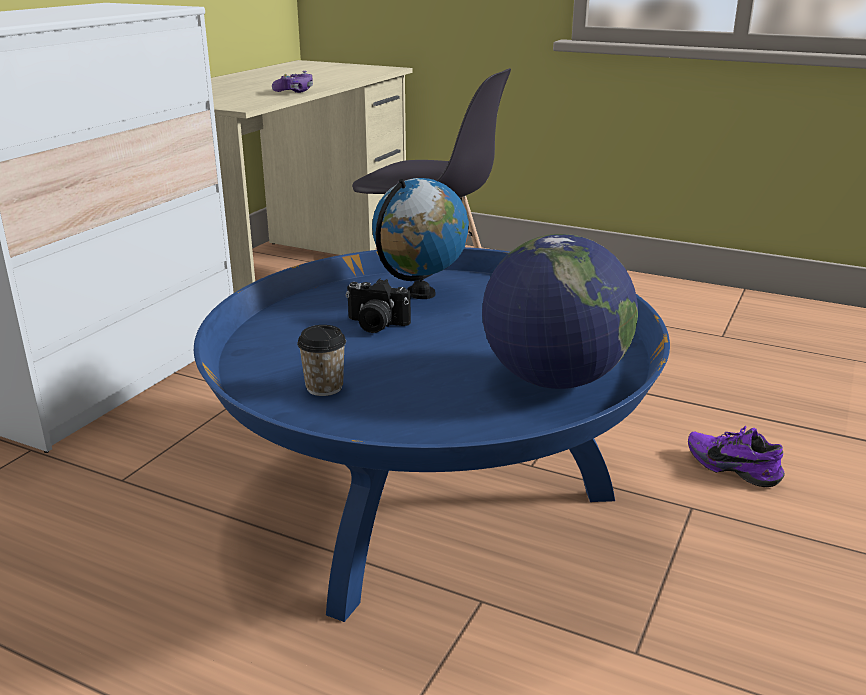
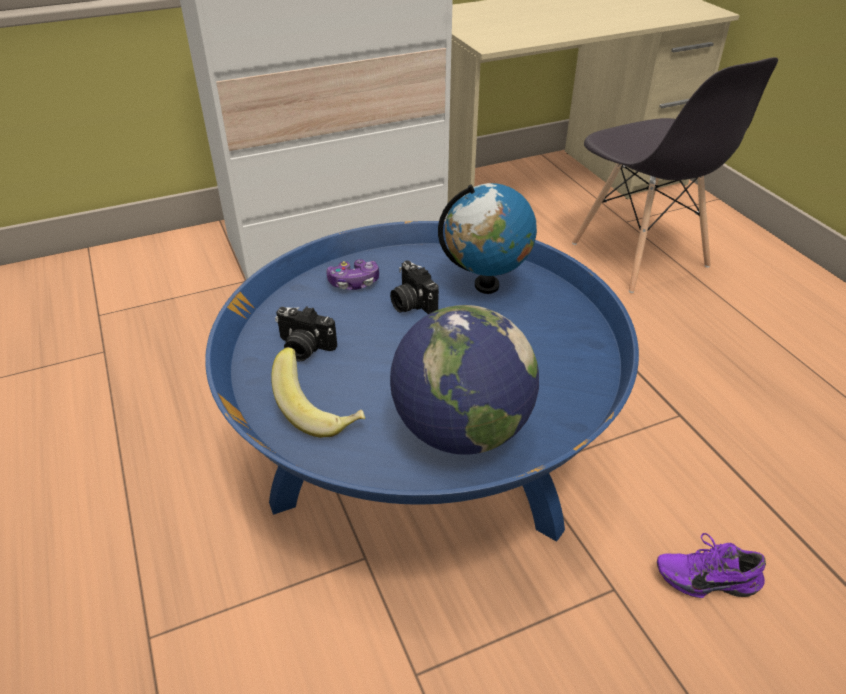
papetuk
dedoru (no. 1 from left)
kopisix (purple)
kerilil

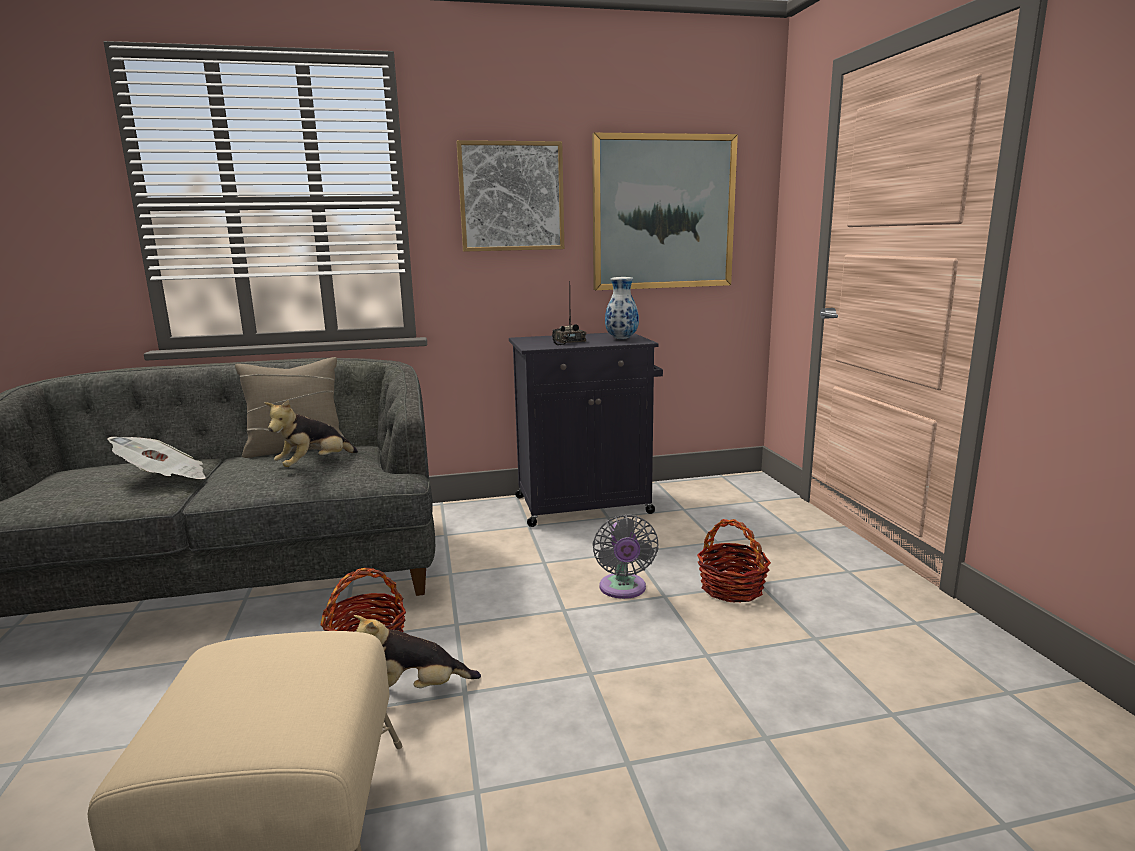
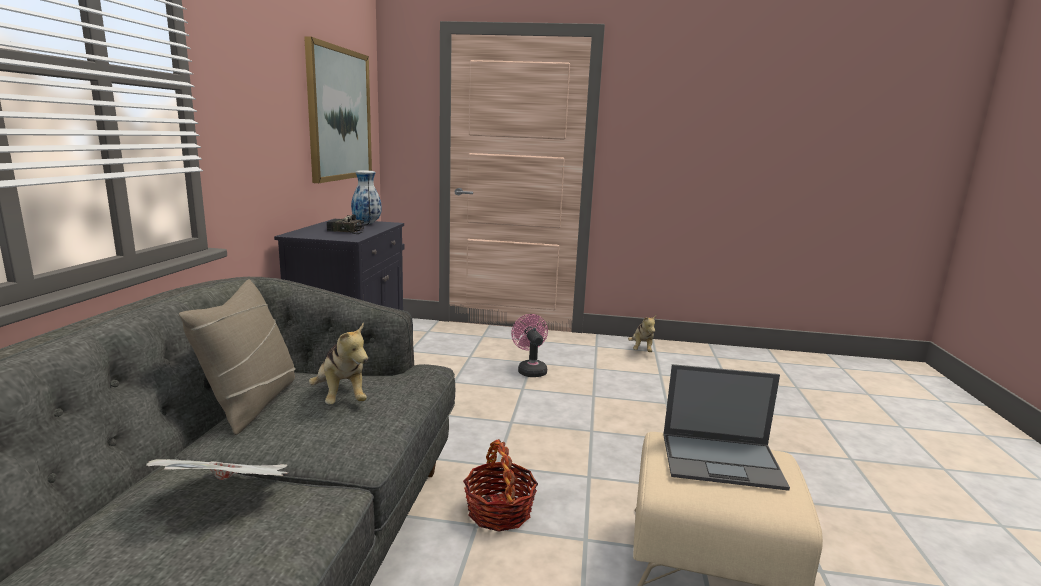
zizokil (no. 2 from left)
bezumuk (no. 1 from left in the first image)
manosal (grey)
manosal (pink)
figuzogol

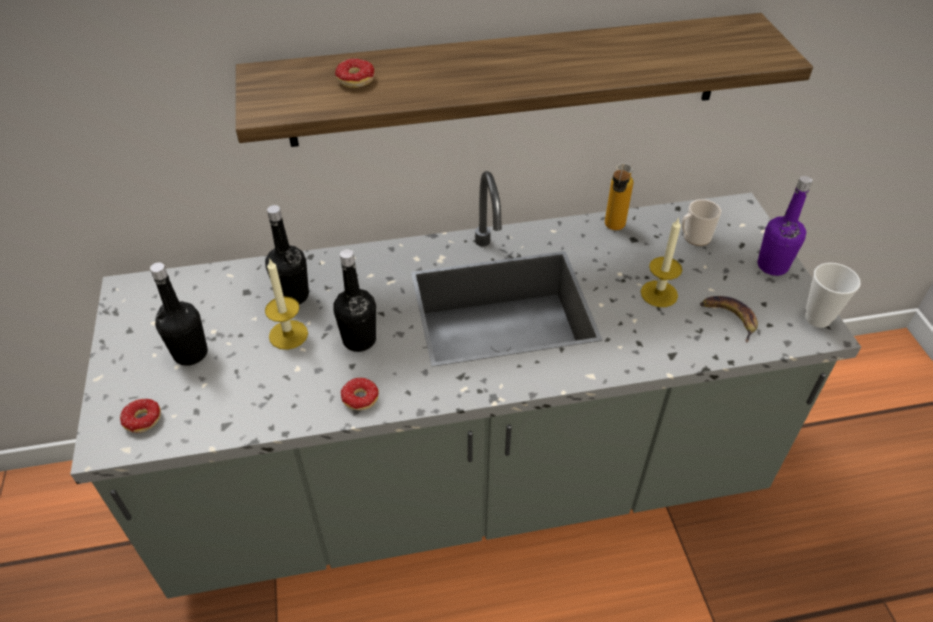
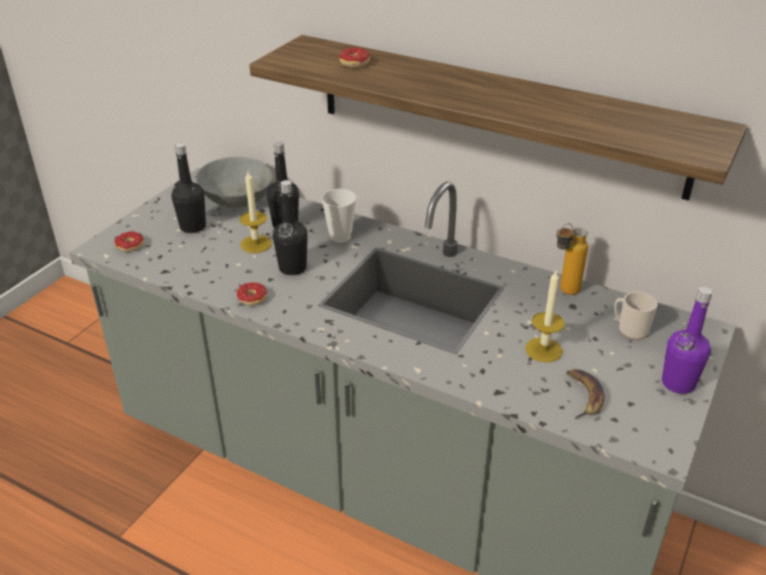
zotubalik
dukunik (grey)

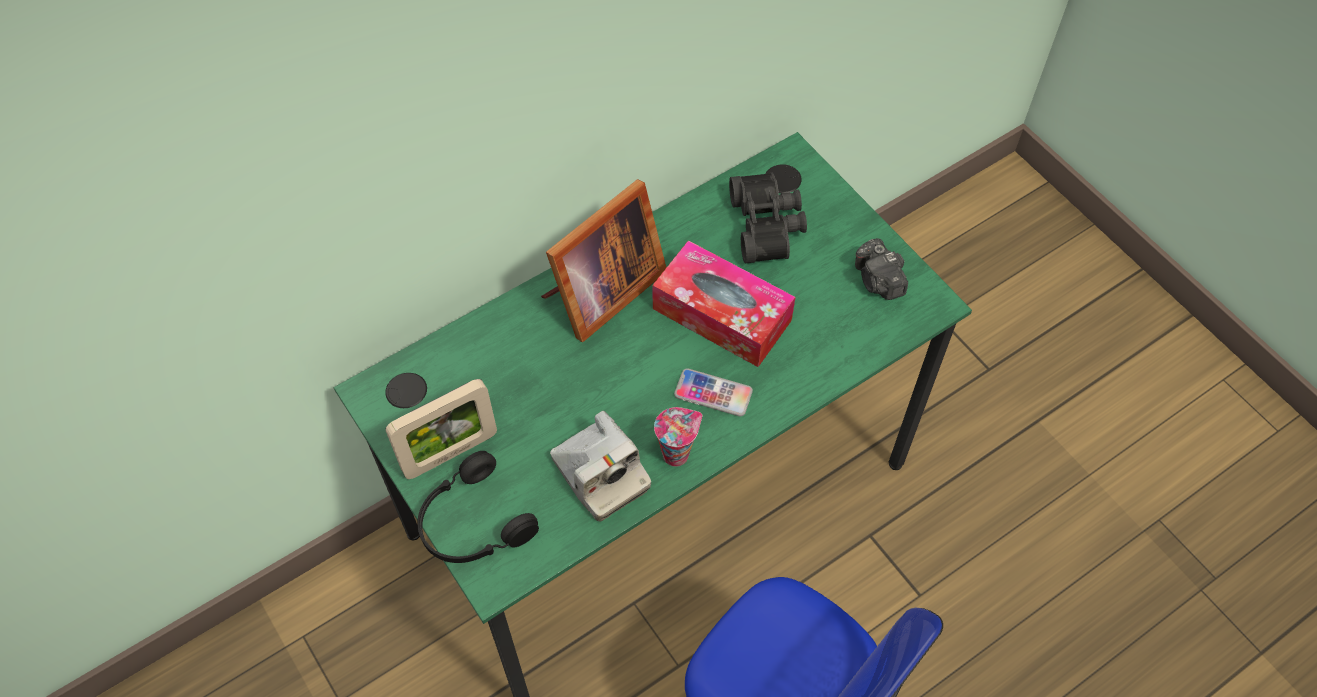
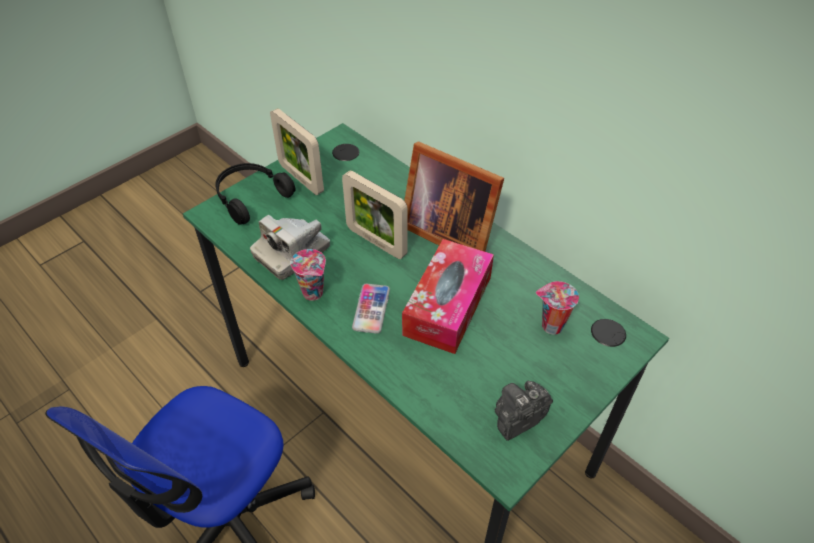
zotubalik (no. 2 from left)
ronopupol (no. 2 from left)

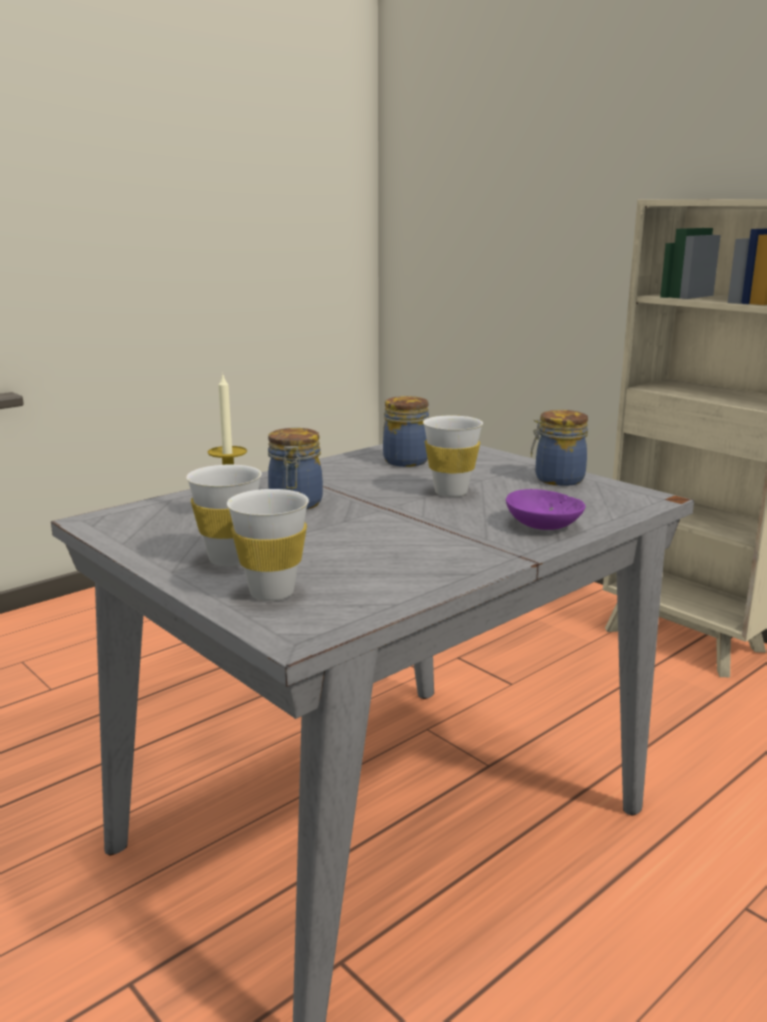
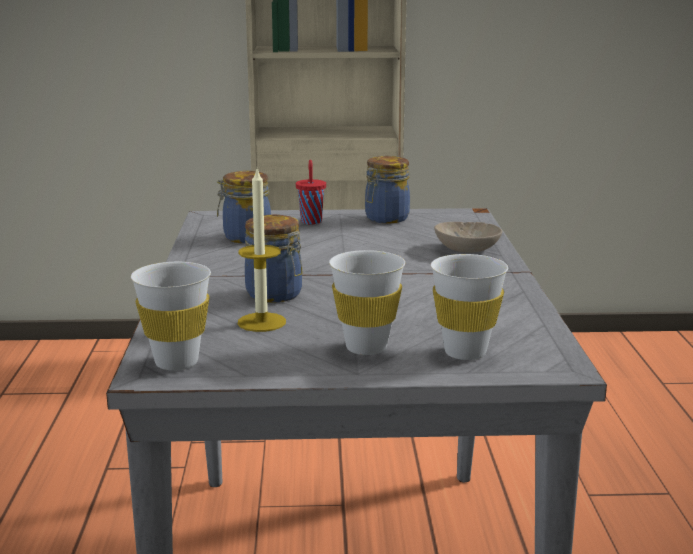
zotubalik (white) (no. 1 from left)
dukunik (beige)
zotubalik (red)

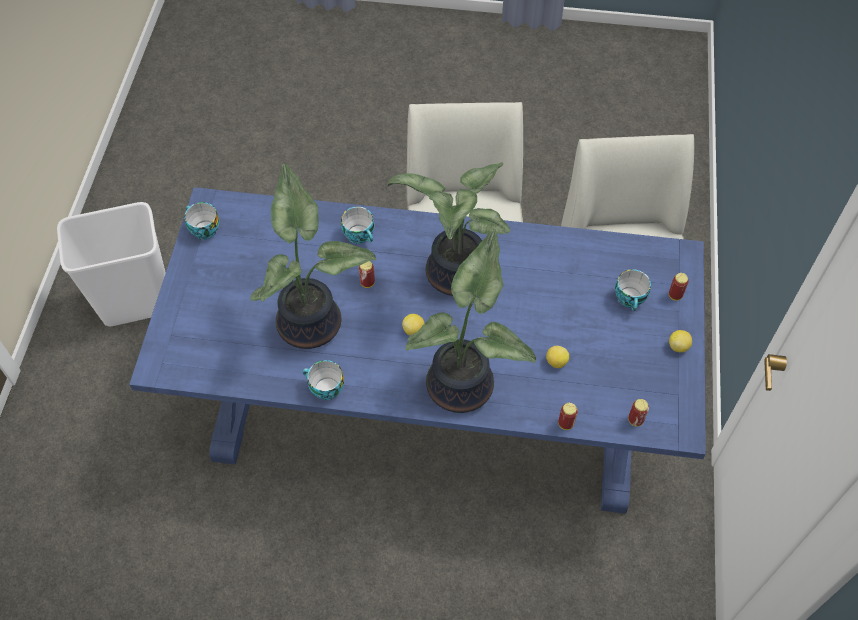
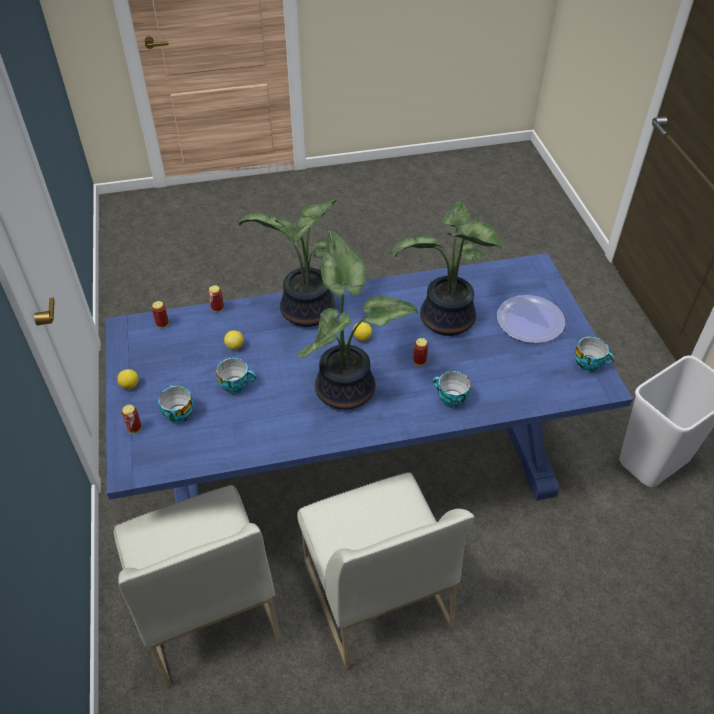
zotubalik (no. 2 from left)
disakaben

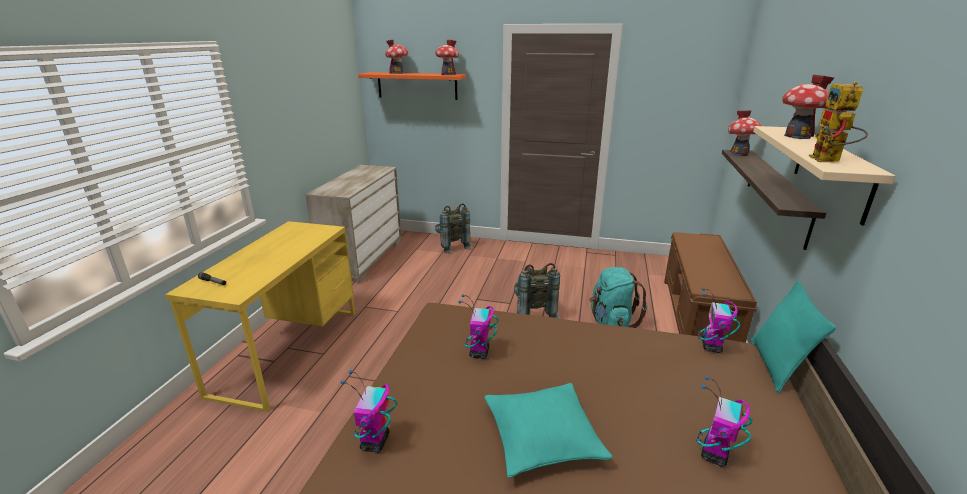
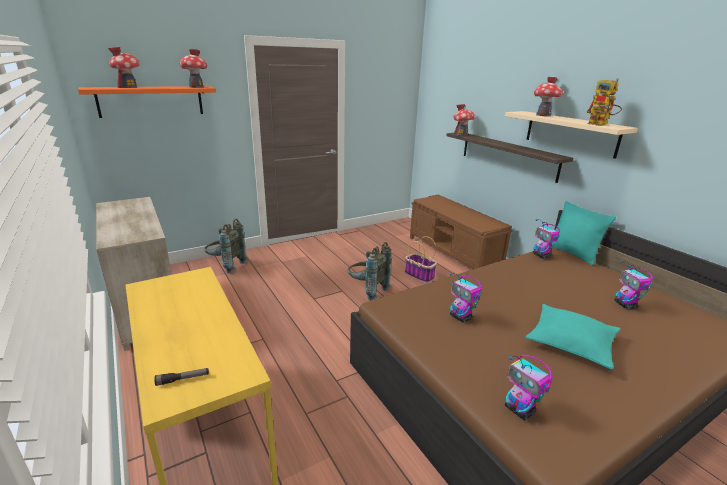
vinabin

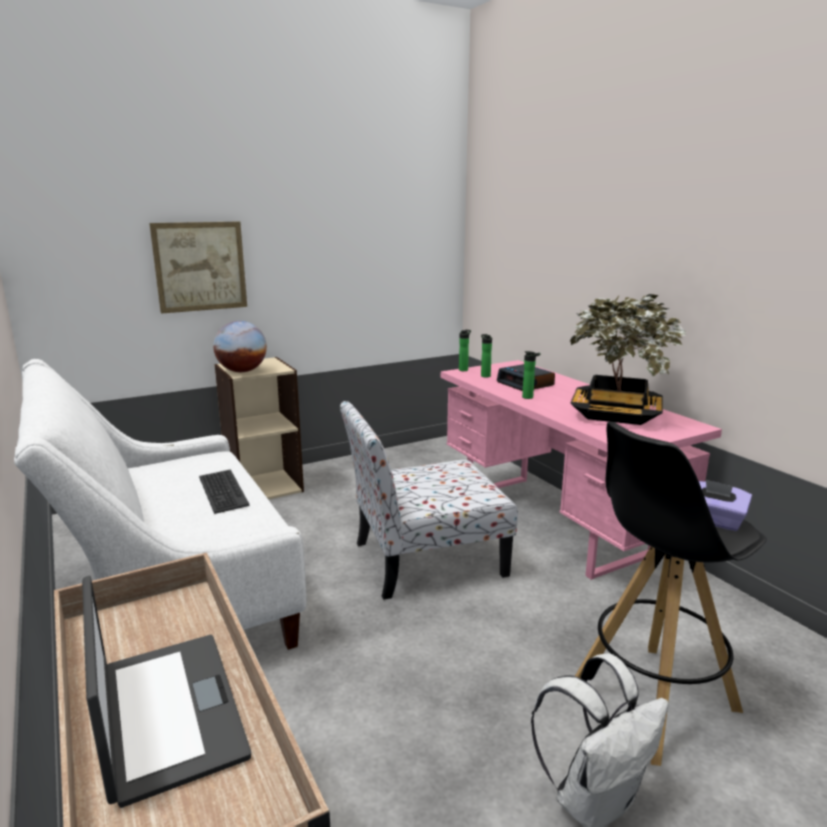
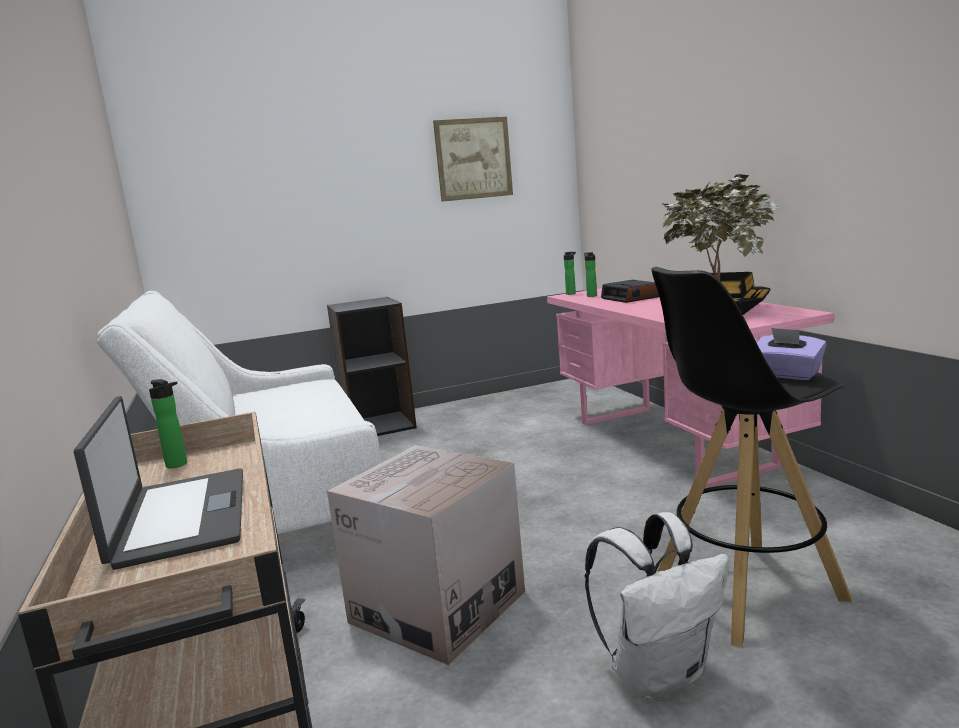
bezumuk
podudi
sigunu
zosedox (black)
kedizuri
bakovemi (no. 1 from left)
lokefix

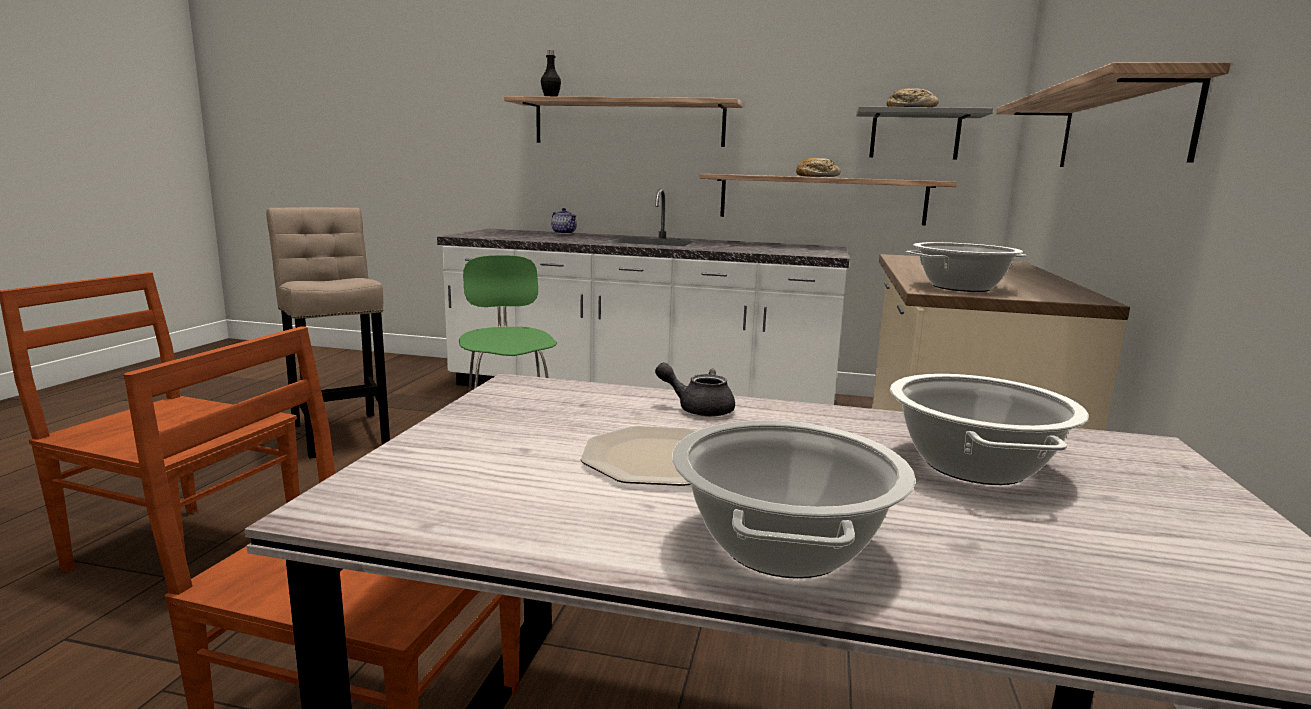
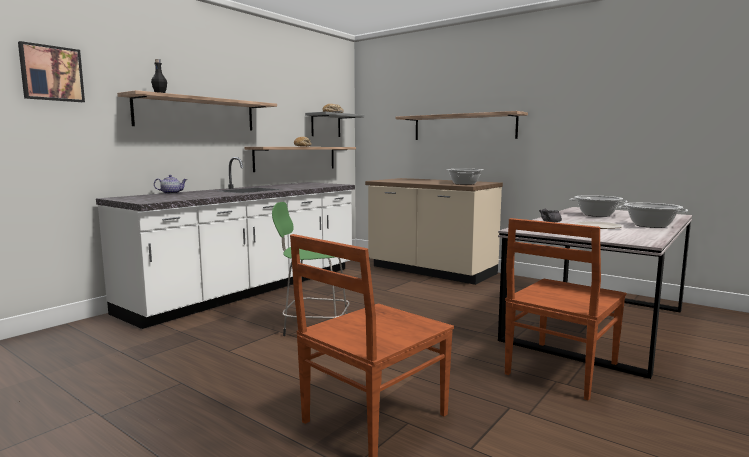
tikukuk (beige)
bezumuk

